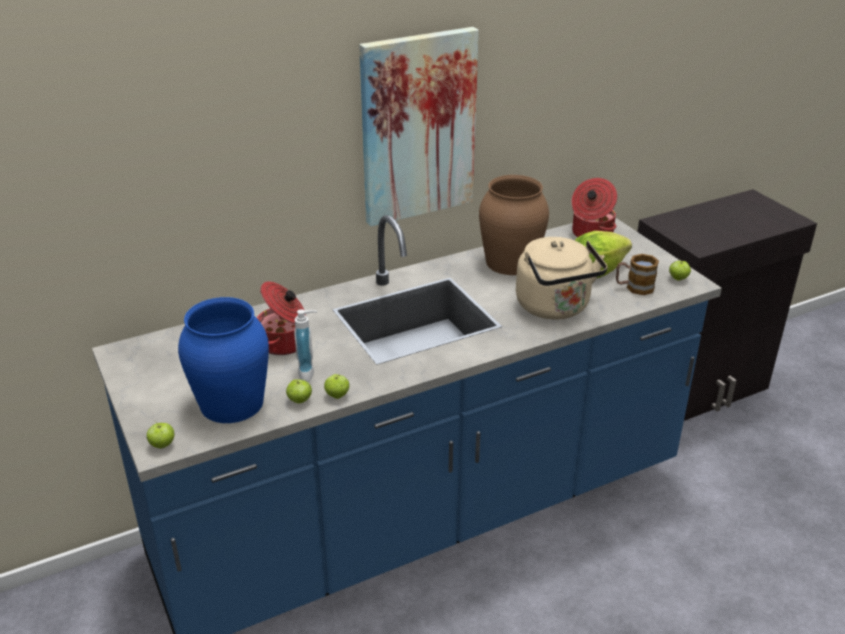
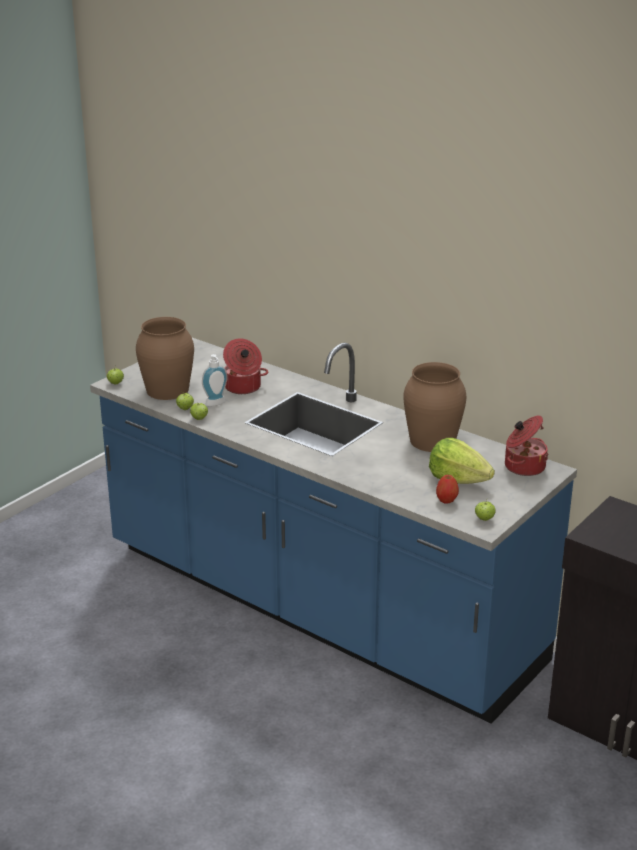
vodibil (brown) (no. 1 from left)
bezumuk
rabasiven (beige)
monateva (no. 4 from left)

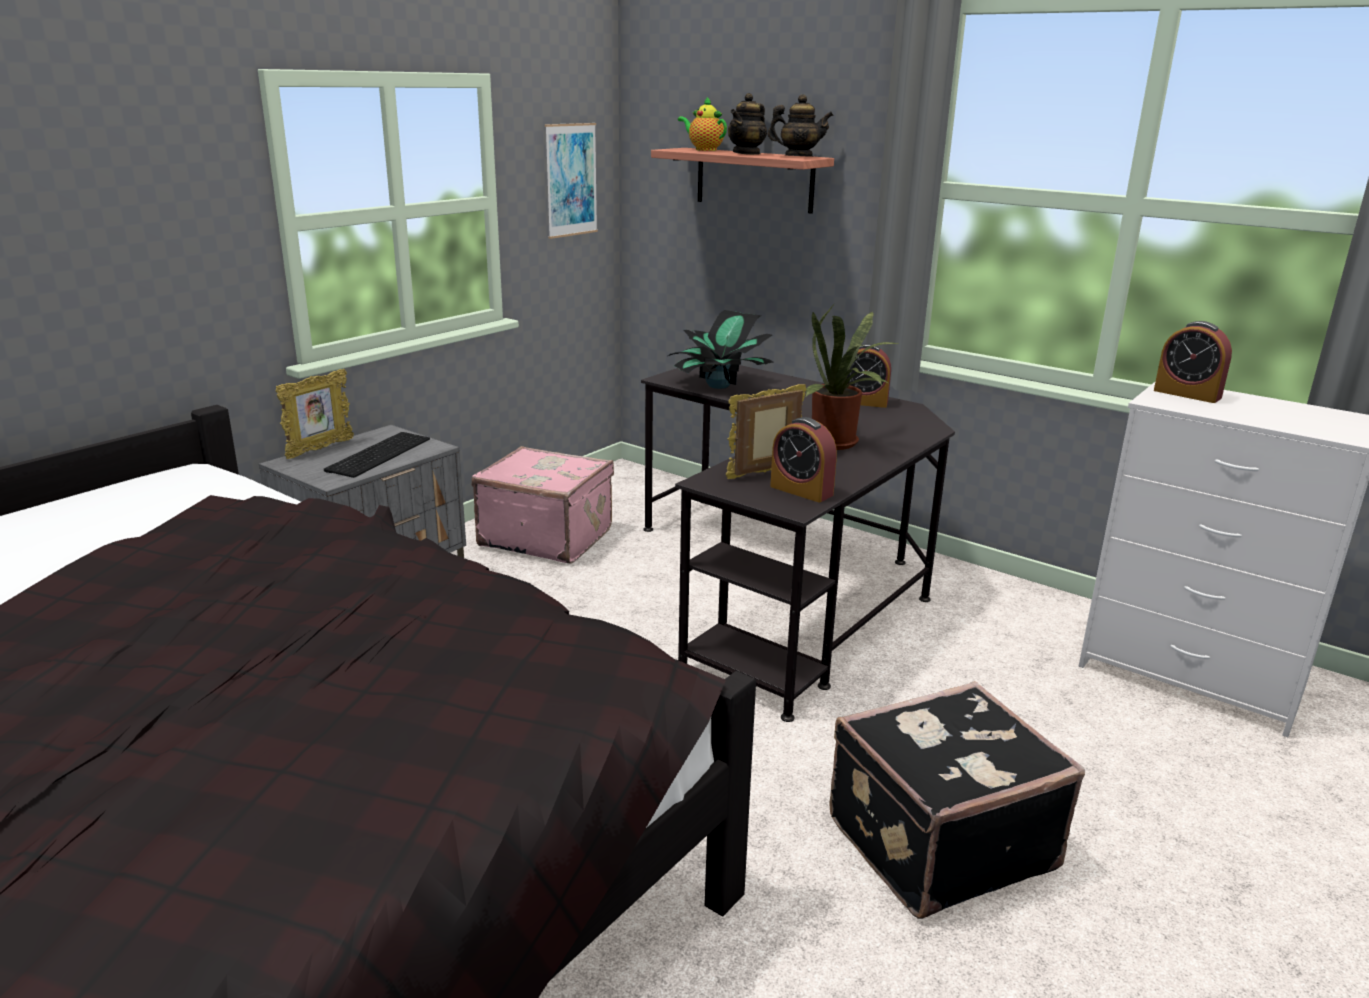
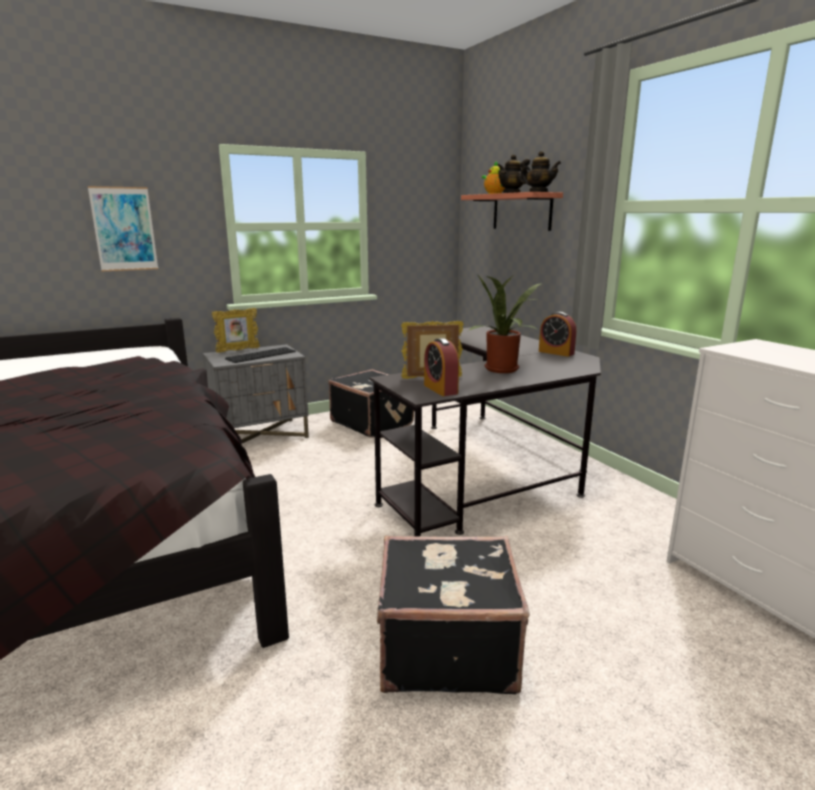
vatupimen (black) (no. 1 from left)
bezumuk
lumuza (no. 1 from left in the first image)
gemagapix (no. 3 from left in the first image)

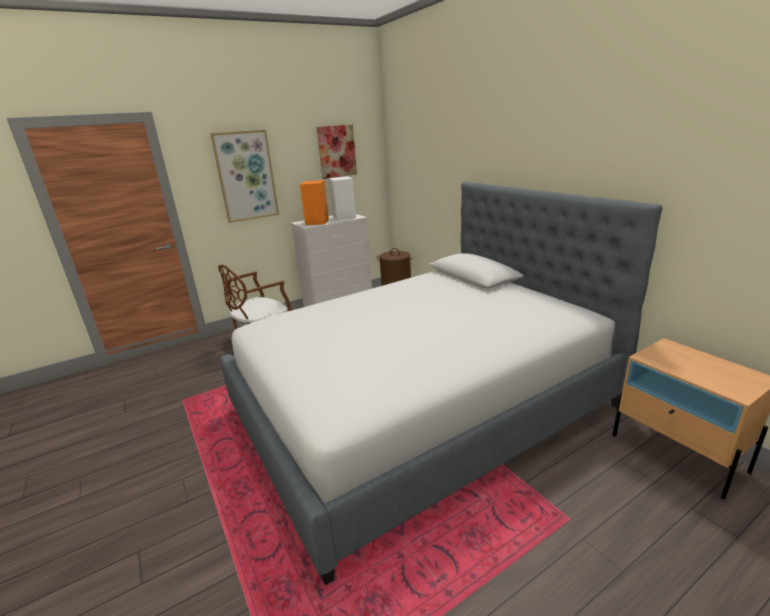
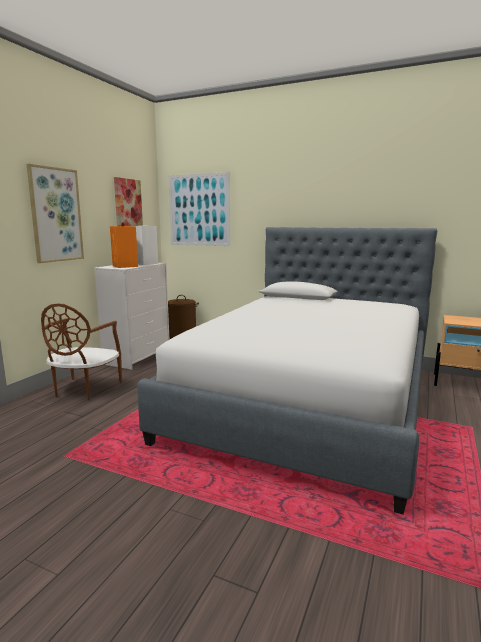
bezumuk (no. 3 from left)

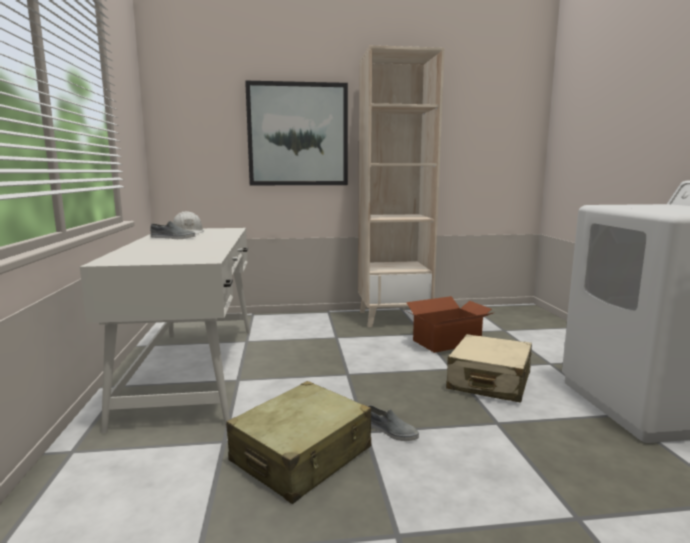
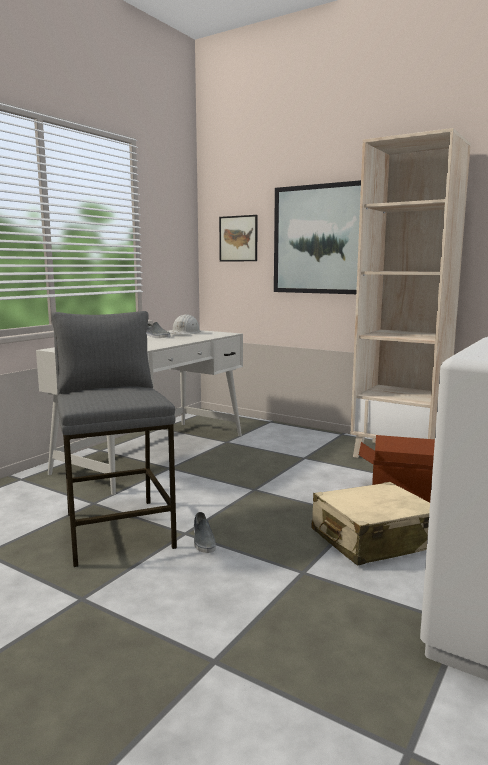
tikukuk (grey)
bezumuk (no. 1 from left)

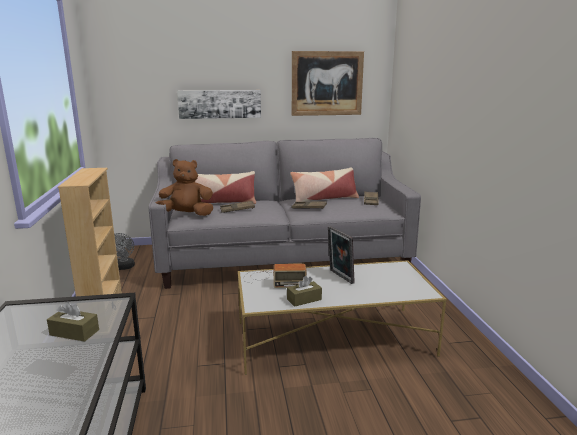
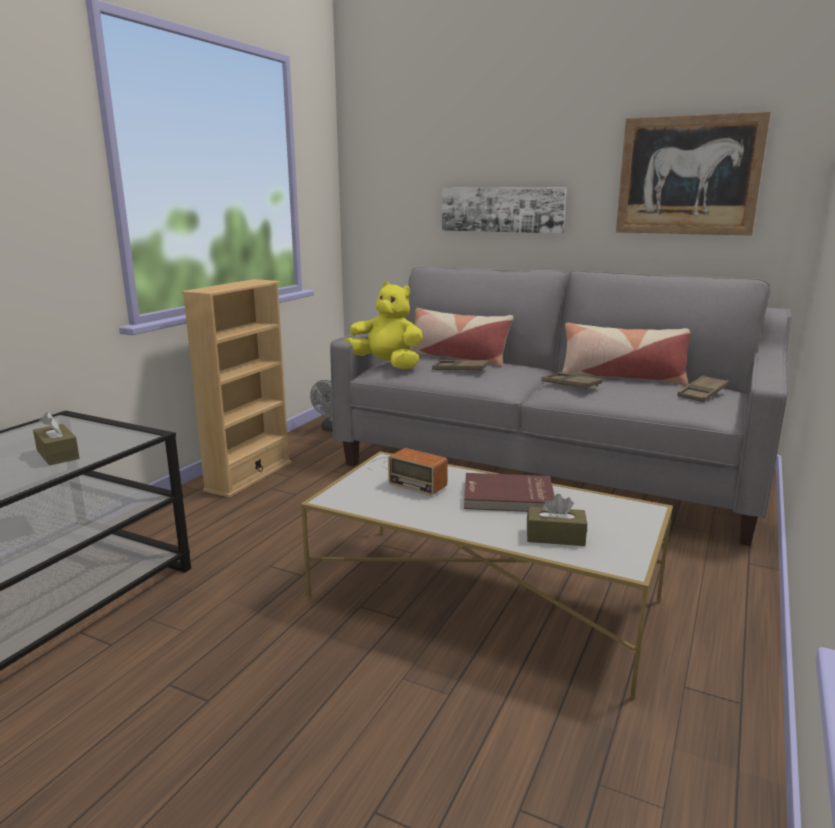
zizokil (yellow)
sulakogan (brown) (no. 2 from left)
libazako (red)

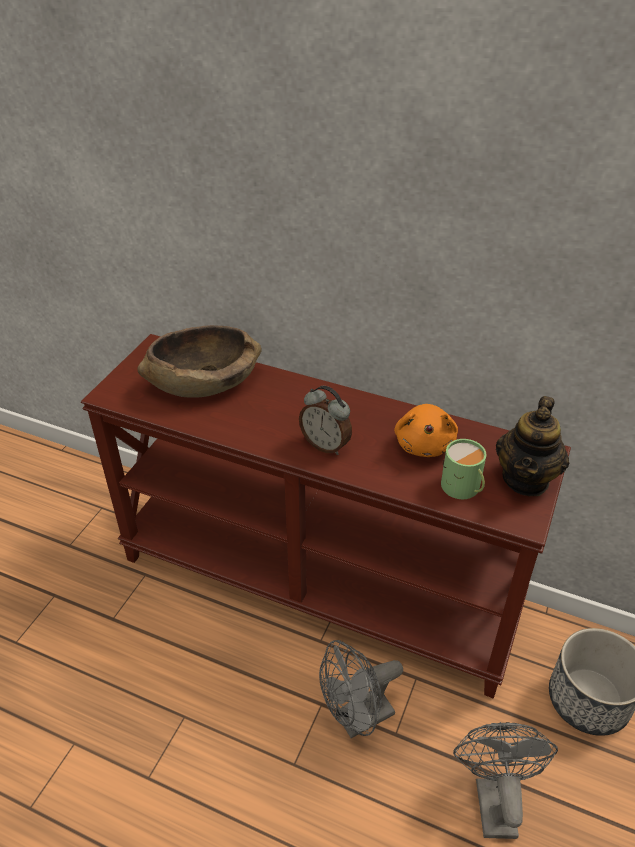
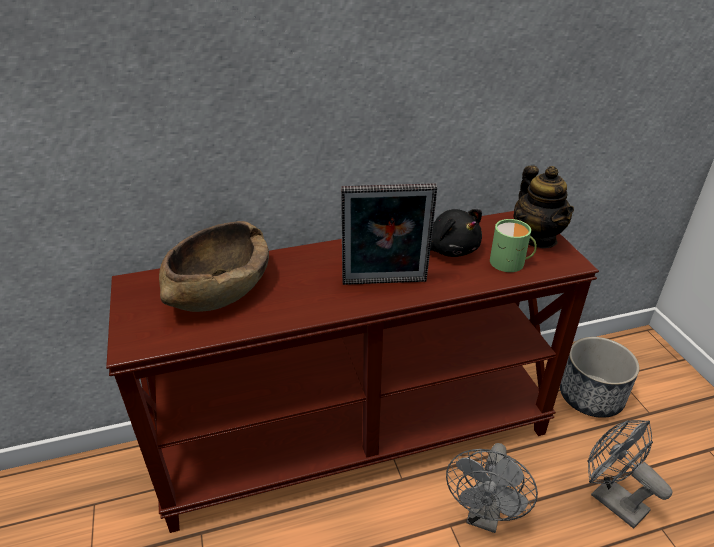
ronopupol
zizokil (black)

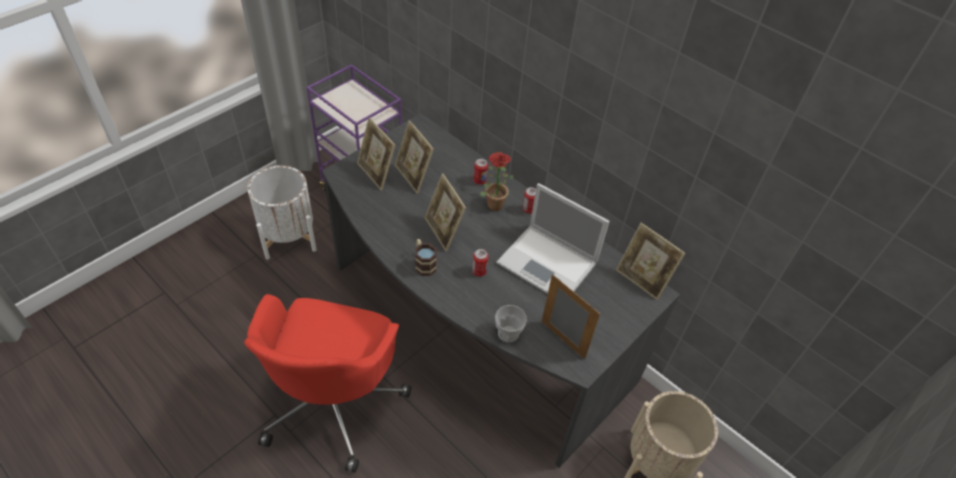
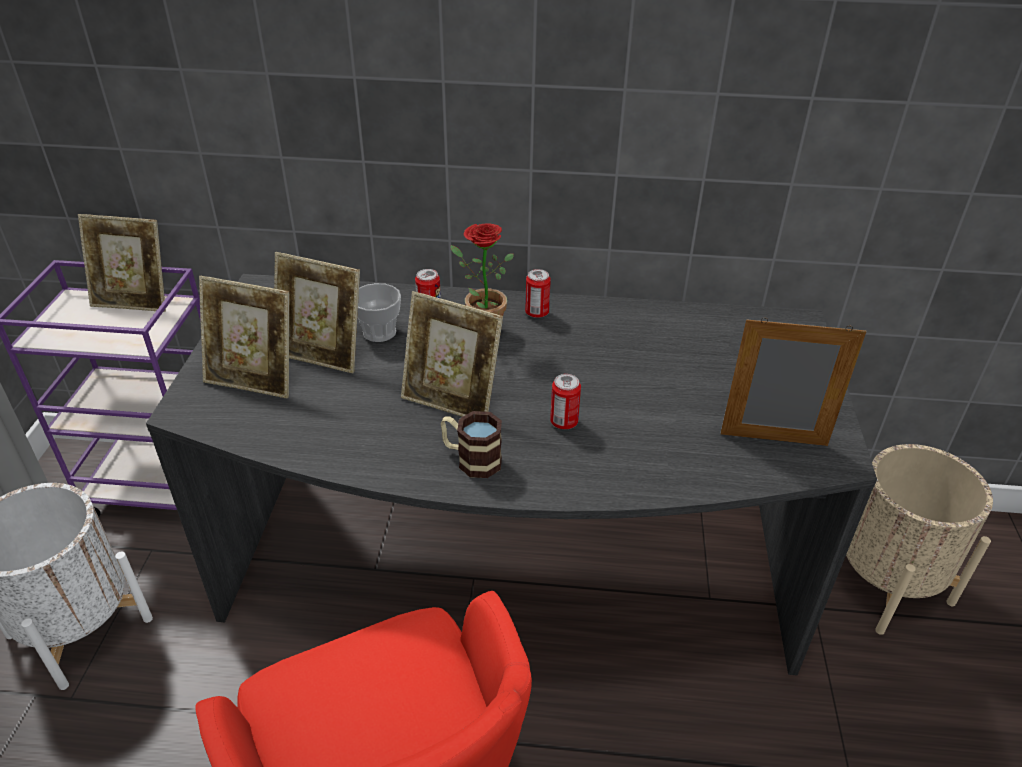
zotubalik
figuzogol
ronopupol (no. 1 from left)

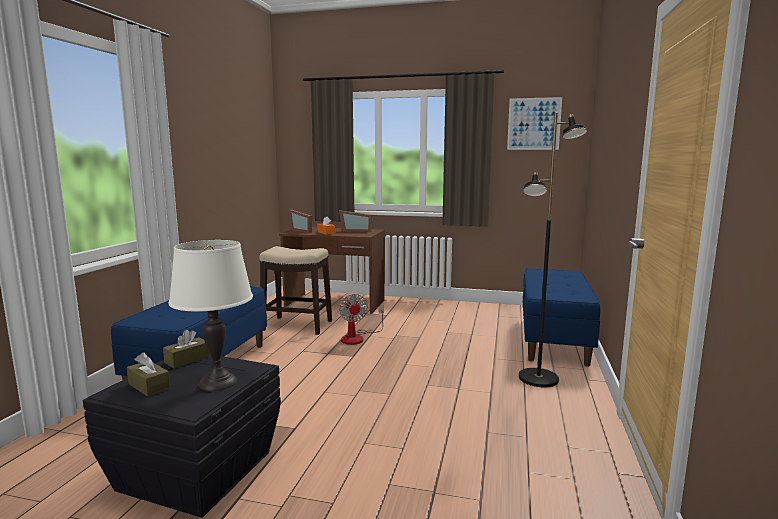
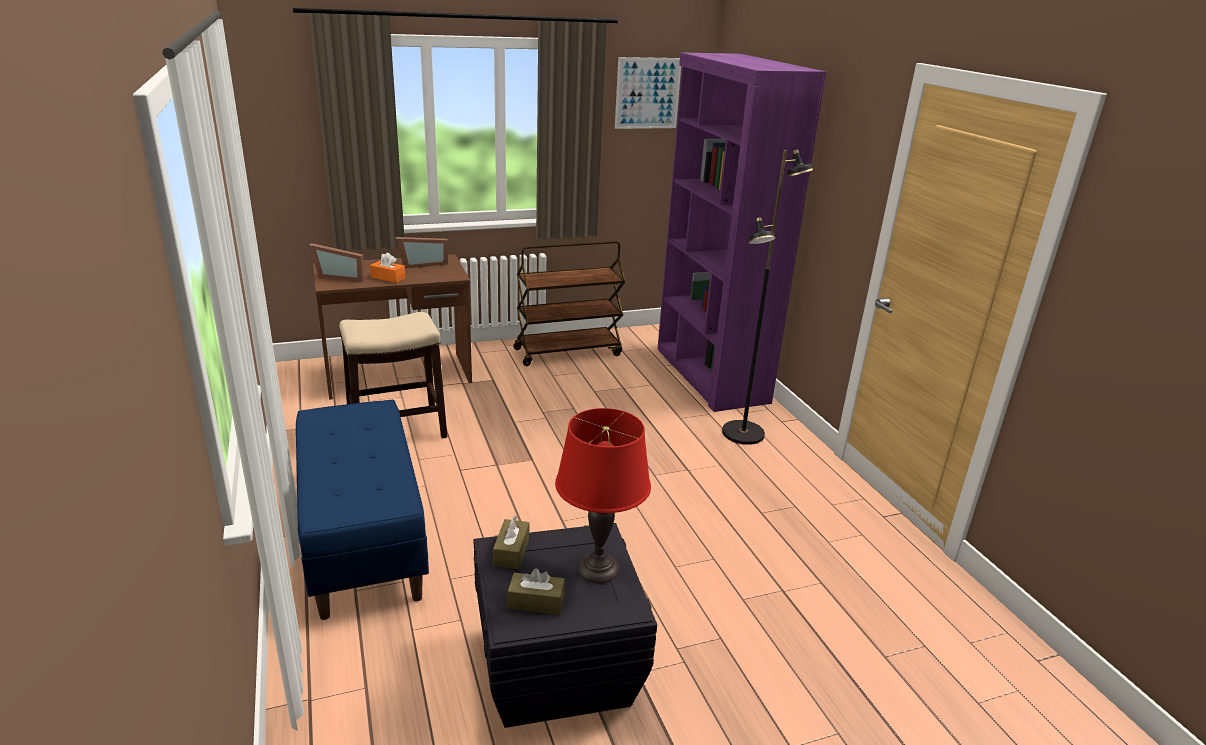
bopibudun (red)
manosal
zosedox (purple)
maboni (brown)

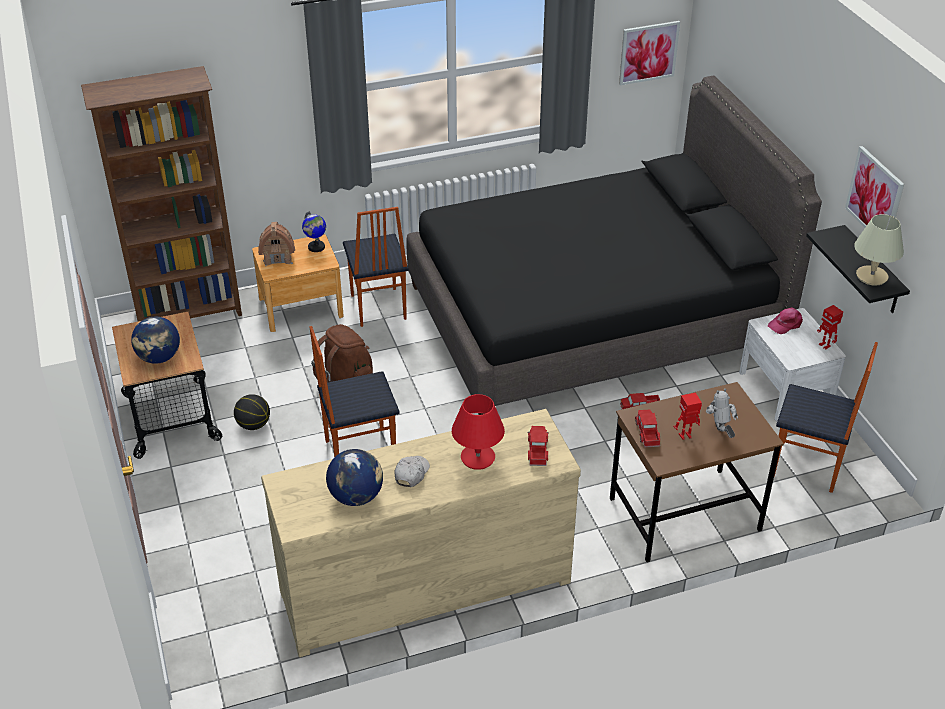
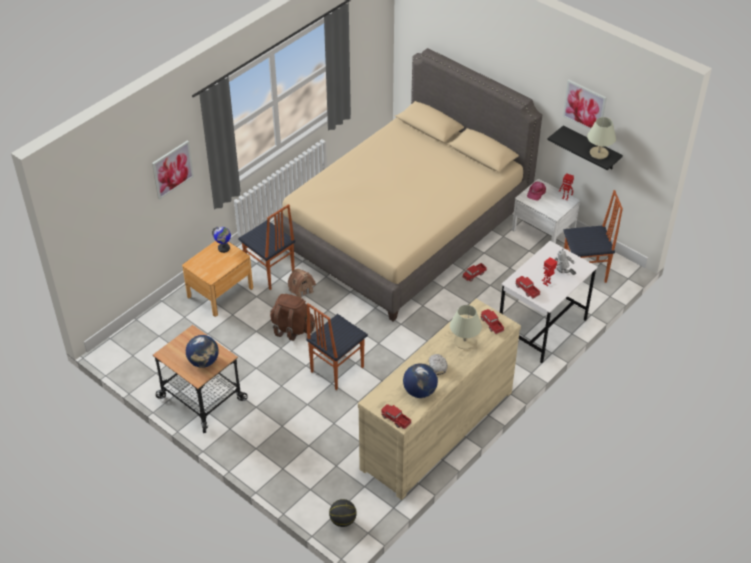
zosedox (brown)
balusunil
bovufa
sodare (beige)
bopibudun (beige) (no. 1 from left)
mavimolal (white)
bezumuk (no. 1 from left)
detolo (no. 1 from left)

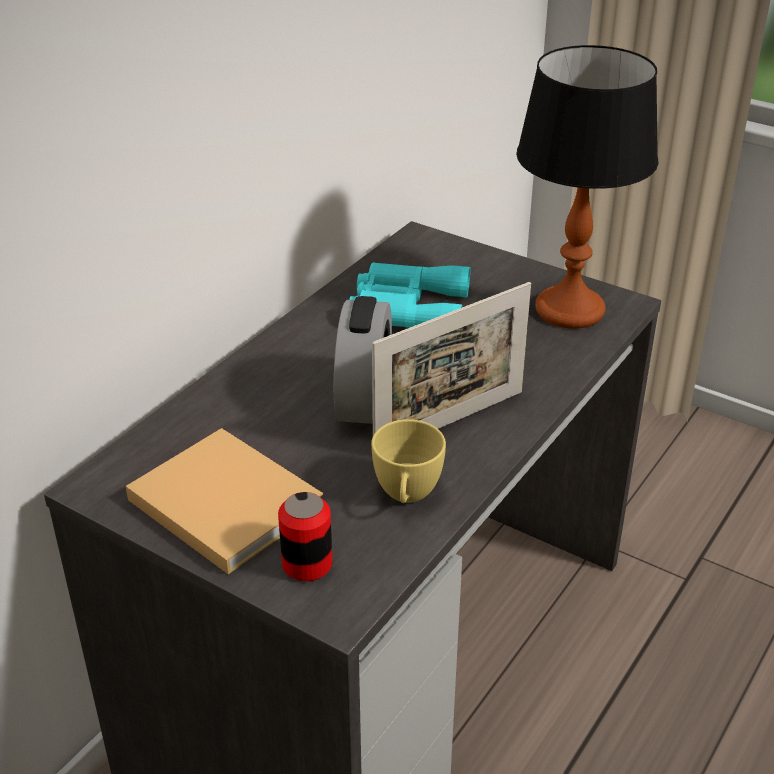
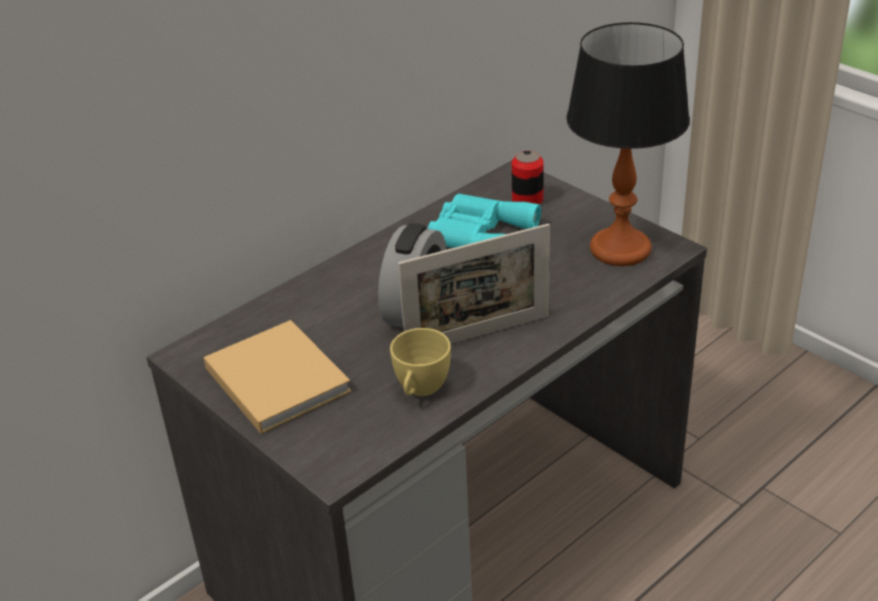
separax

